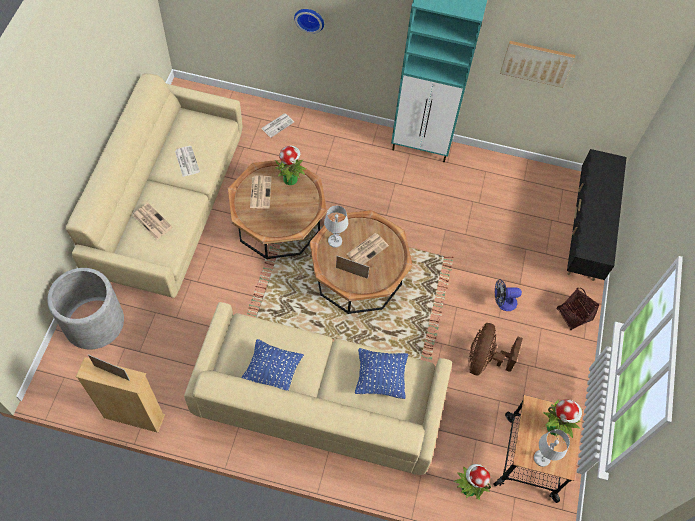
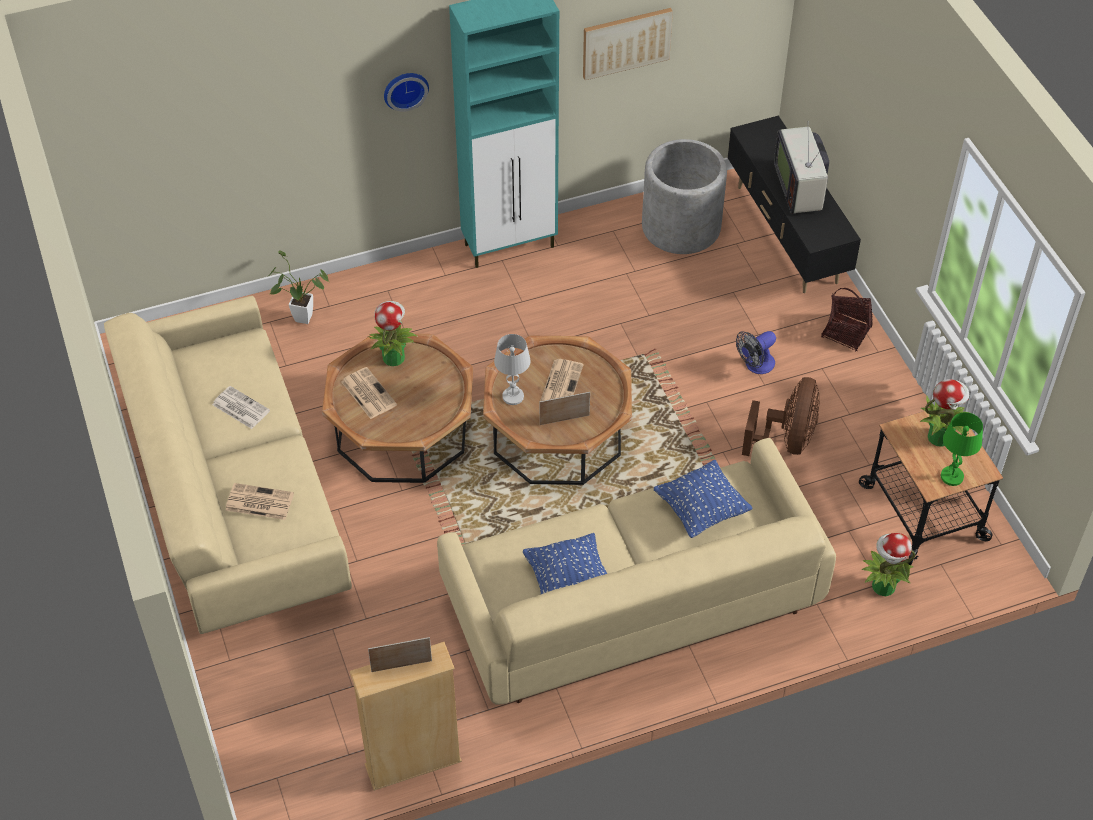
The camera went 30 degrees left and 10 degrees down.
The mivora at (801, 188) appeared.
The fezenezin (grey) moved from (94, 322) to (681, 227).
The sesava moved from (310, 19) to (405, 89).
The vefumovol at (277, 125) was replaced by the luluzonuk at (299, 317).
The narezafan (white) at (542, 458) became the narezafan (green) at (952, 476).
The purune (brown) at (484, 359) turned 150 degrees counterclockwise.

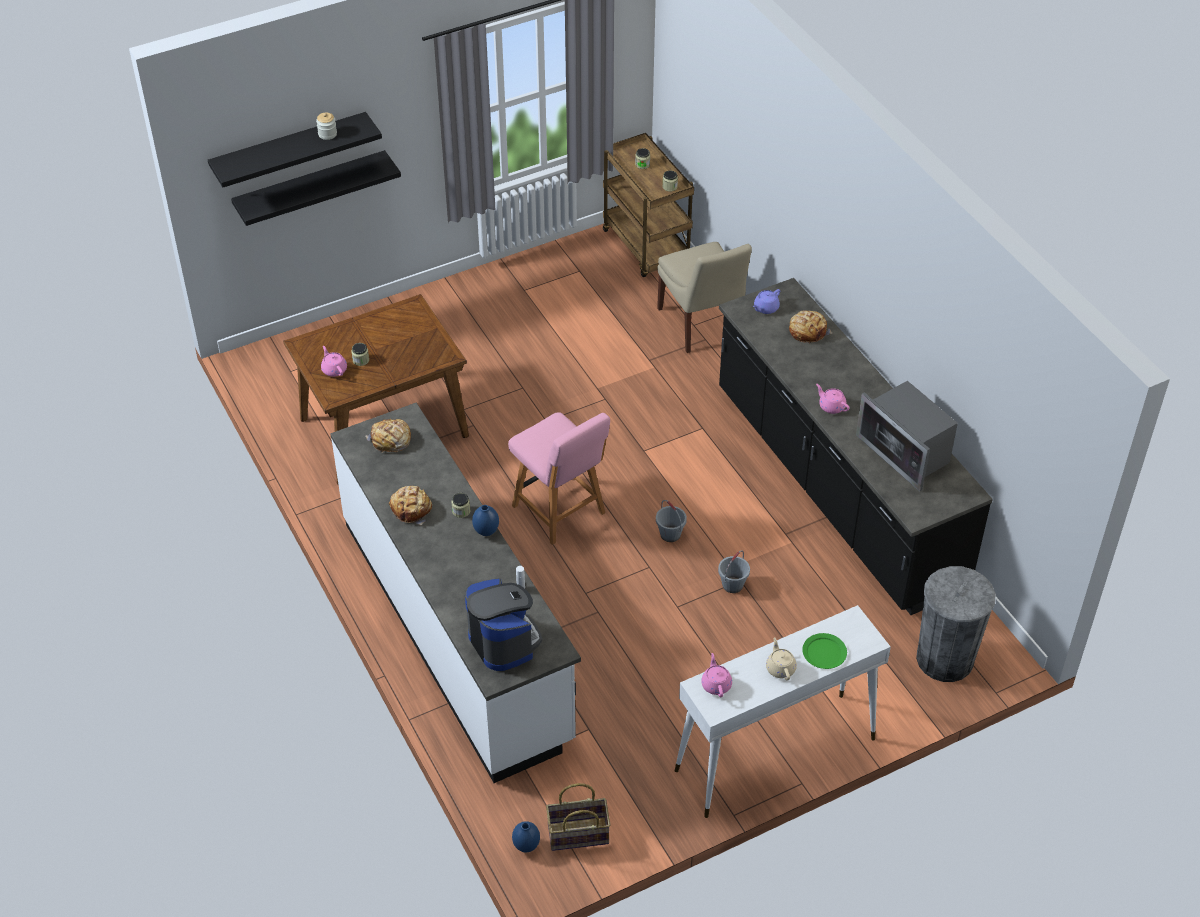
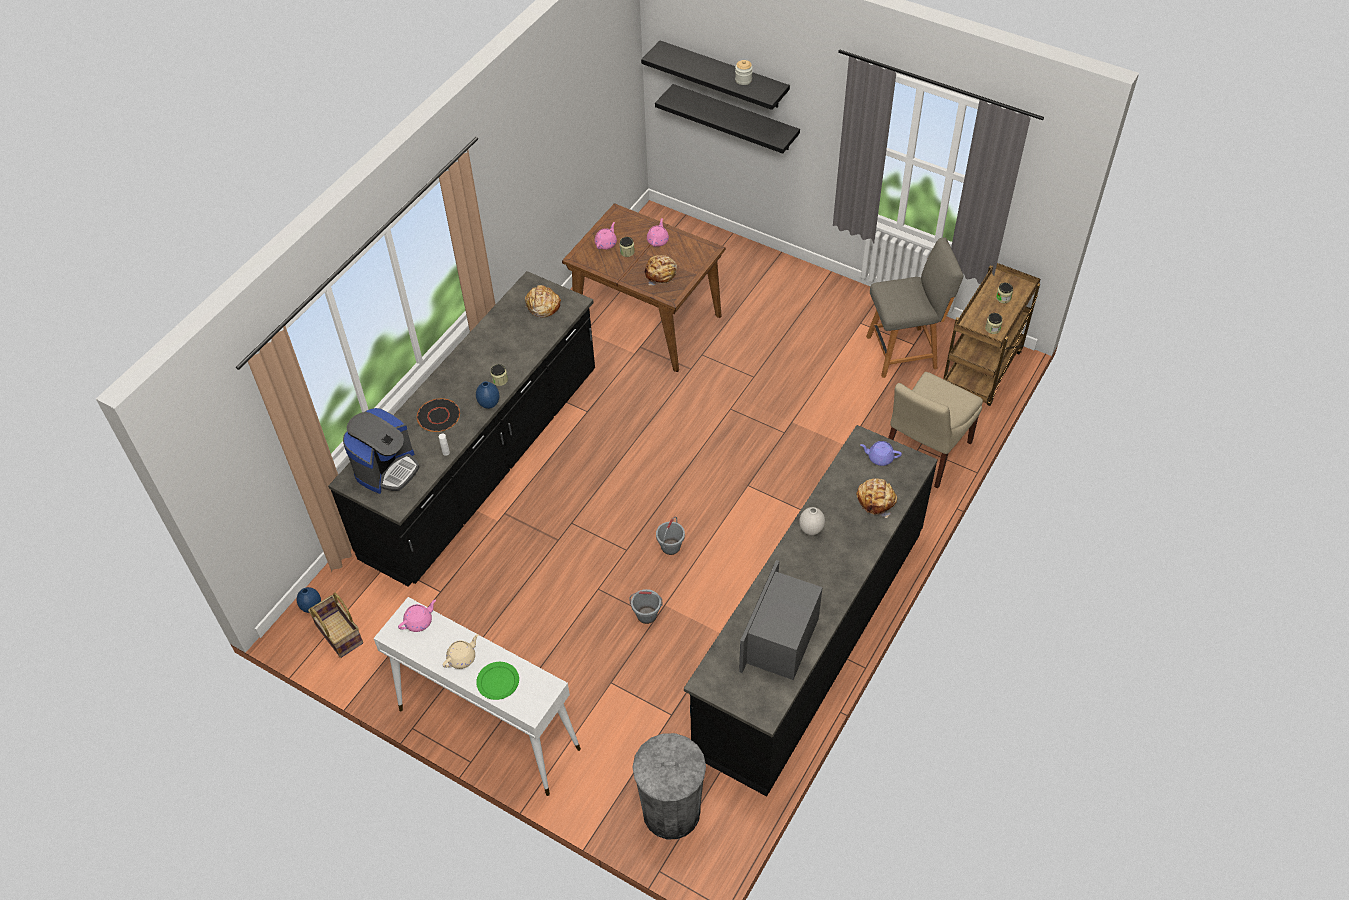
The camera went 60 degrees right and 5 degrees up.
The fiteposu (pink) at (560, 511) disappeared.
The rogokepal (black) at (439, 416) appeared.
The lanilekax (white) at (811, 530) appeared.
The fiteposu (grey) at (904, 352) appeared.
The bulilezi moved from (412, 509) to (661, 274).
The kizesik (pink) moved from (831, 406) to (658, 240).
The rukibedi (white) at (457, 629) became the rukibedi (black) at (484, 464).

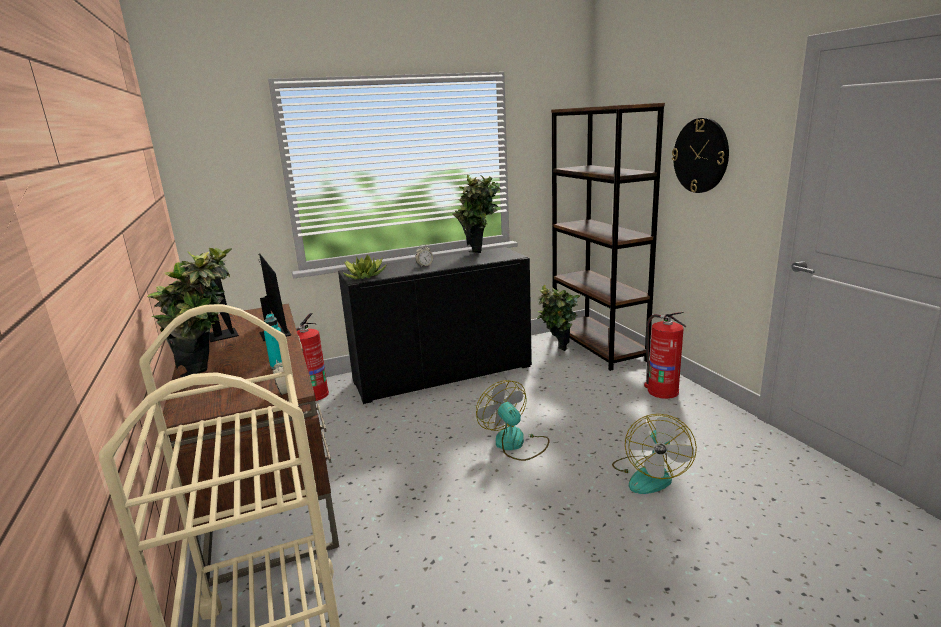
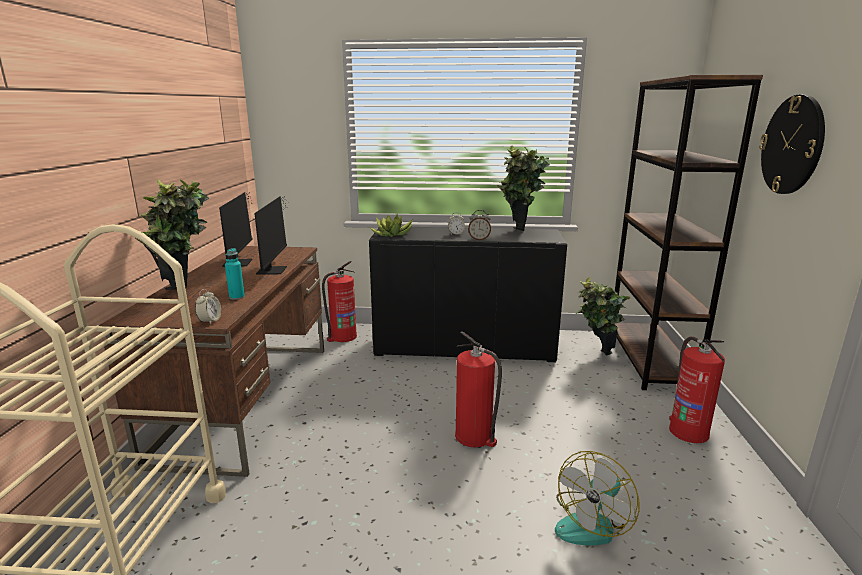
The camera went 25 degrees right and 0 degrees up.
The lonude at (479, 239) appeared.
The purune at (515, 444) was replaced by the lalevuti at (474, 436).

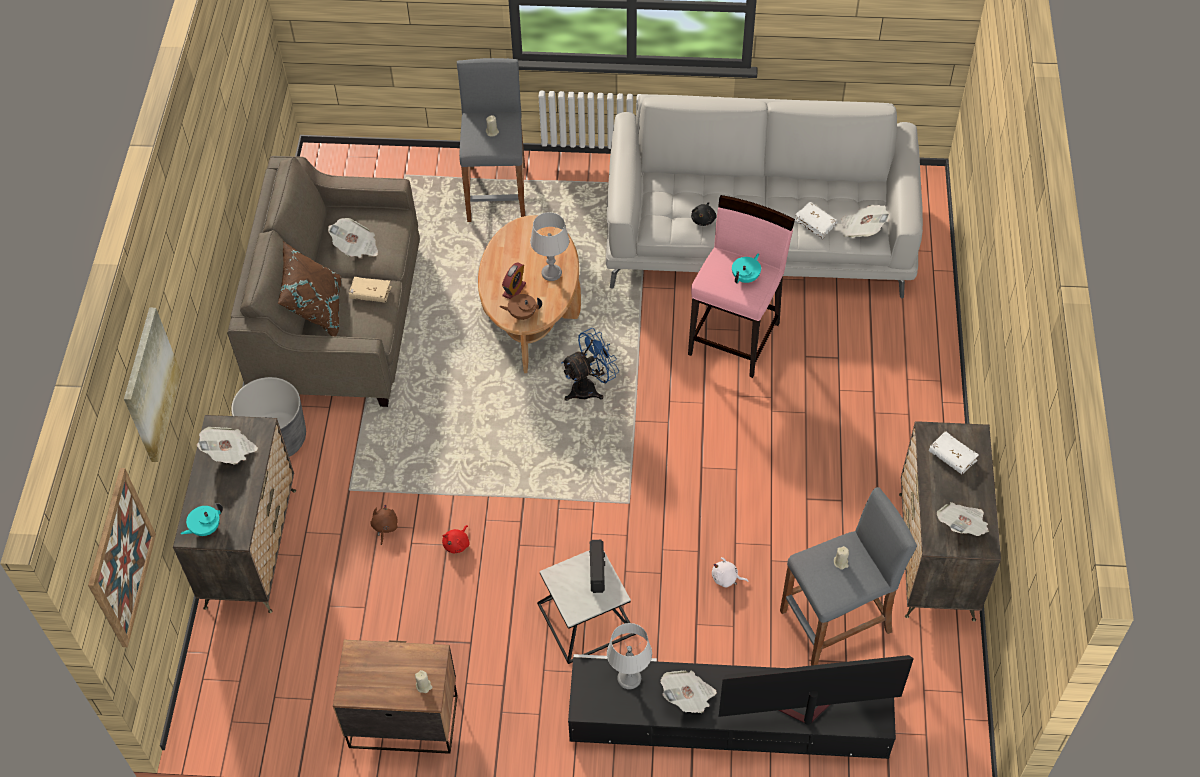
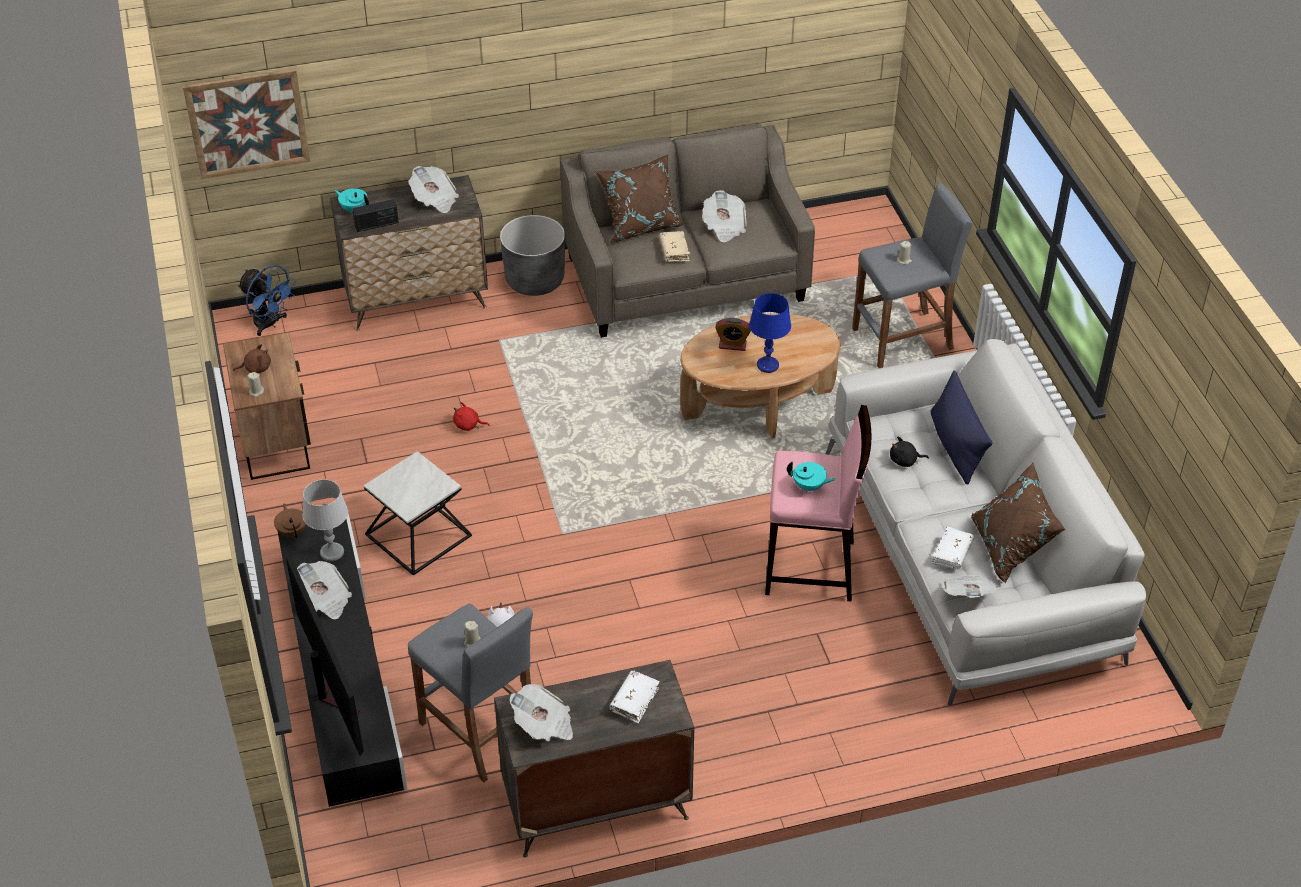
The camera went 70 degrees right and 10 degrees down.
The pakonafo at (150, 385) disappeared.
The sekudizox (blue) at (955, 446) appeared.
The sekudizox (brown) at (1010, 547) appeared.
The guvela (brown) moved from (384, 527) to (256, 368).
The kizesik (brown) moved from (522, 314) to (292, 531).
The purune (blue) moved from (589, 387) to (270, 324).
The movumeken moved from (597, 572) to (376, 225).
The narezafan (grey) at (551, 273) became the narezafan (blue) at (767, 365).

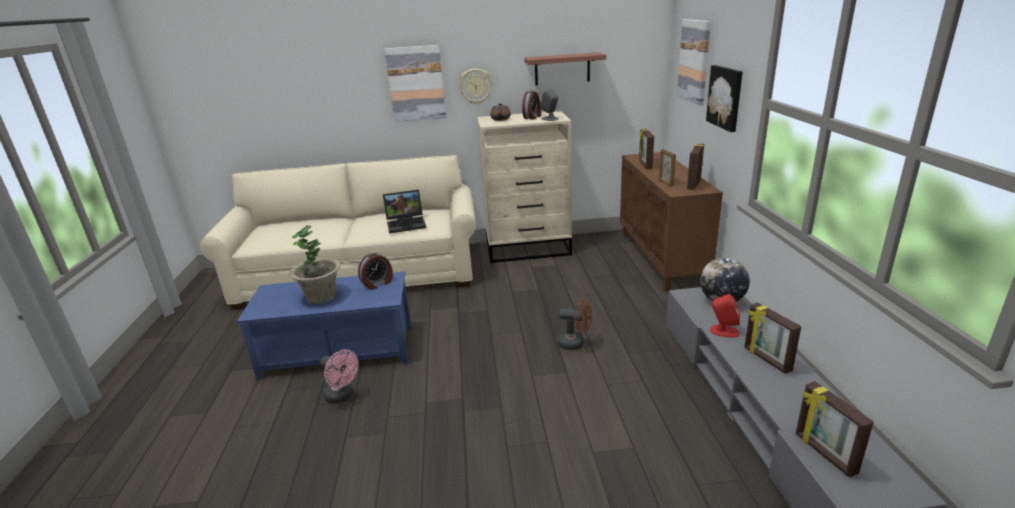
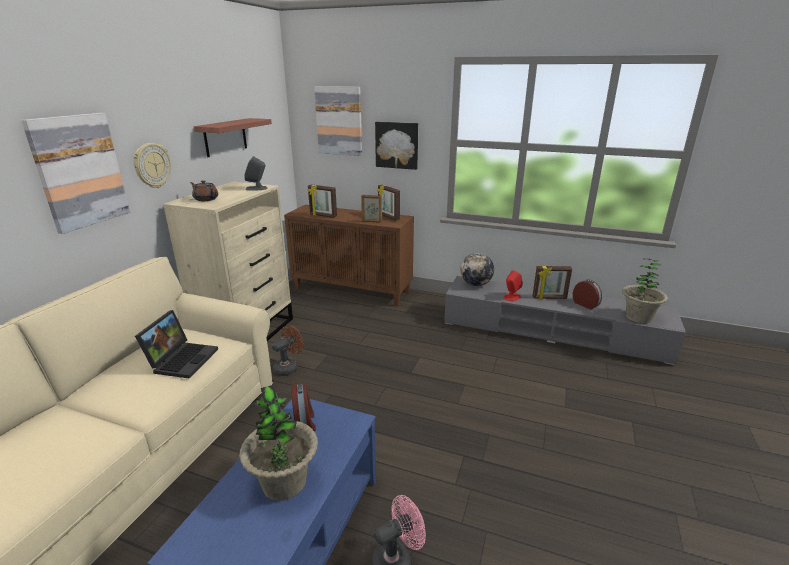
The camera went 65 degrees left and 0 degrees up.
The lonude moved from (532, 117) to (585, 304).
The purune (brown) moved from (575, 343) to (289, 367).
The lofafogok at (824, 454) was replaced by the luluzonuk at (638, 317).

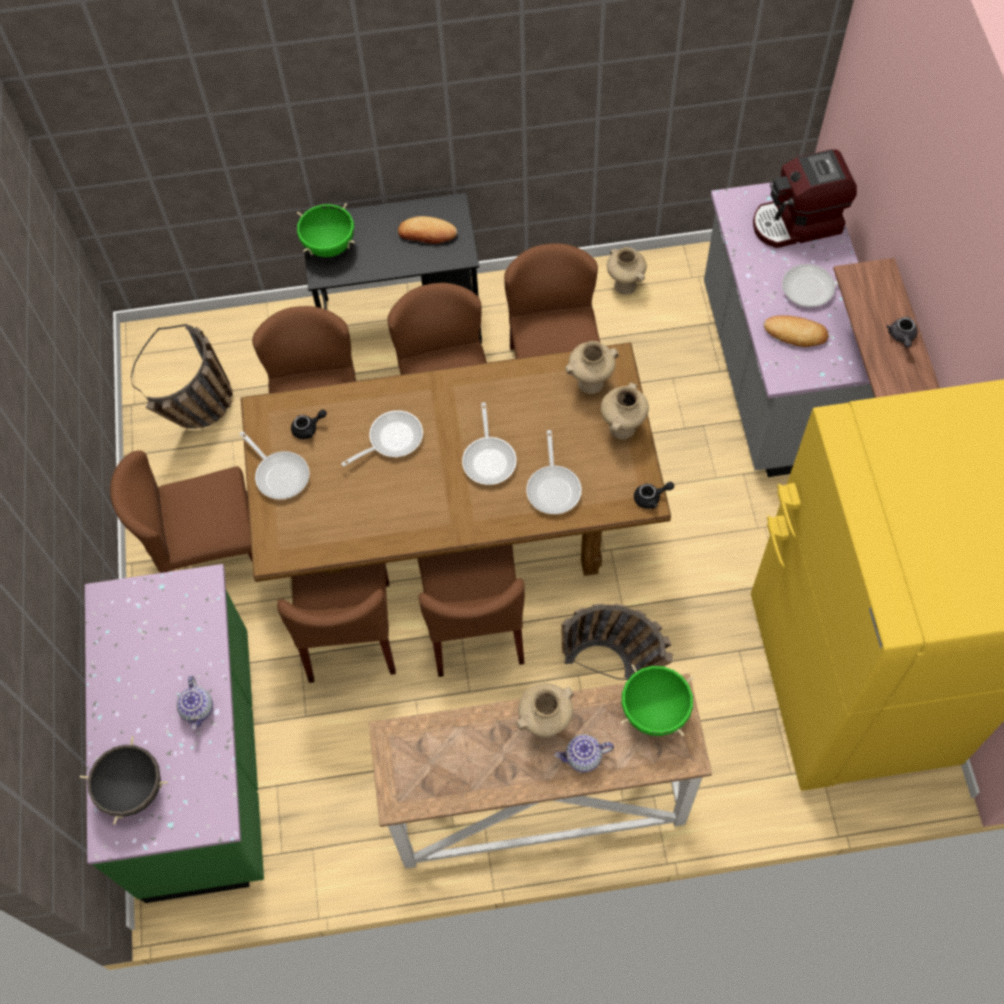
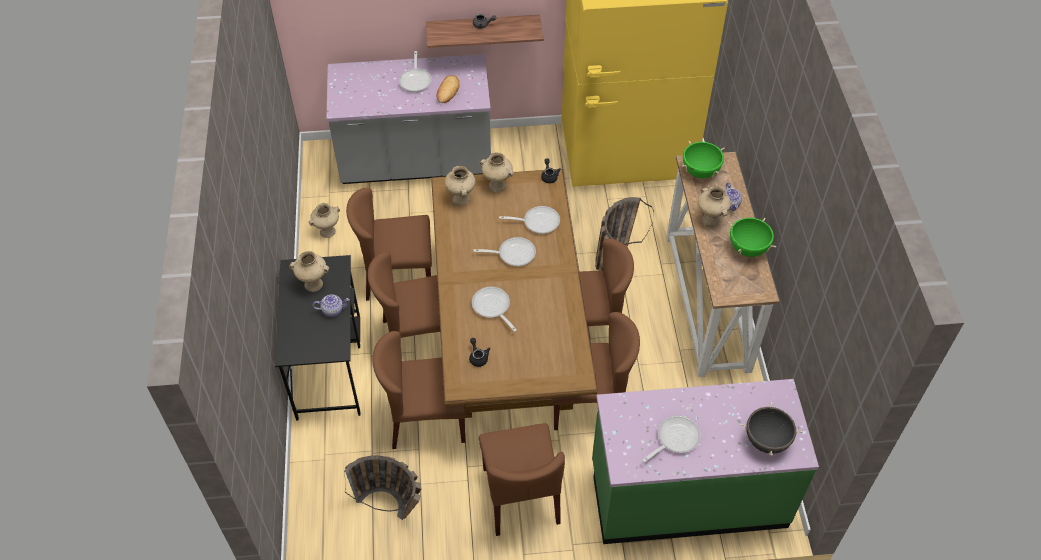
The camera went 90 degrees left and 10 degrees down.
The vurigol at (797, 224) disappeared.
The kizesik moved from (198, 709) to (333, 310).
The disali moved from (280, 474) to (674, 438).
The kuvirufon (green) moved from (329, 246) to (748, 249).
The bulilezi at (427, 234) was replaced by the lanilekax (beige) at (314, 284).

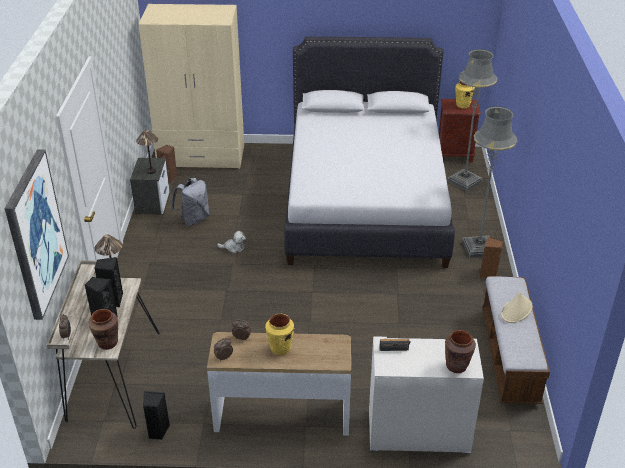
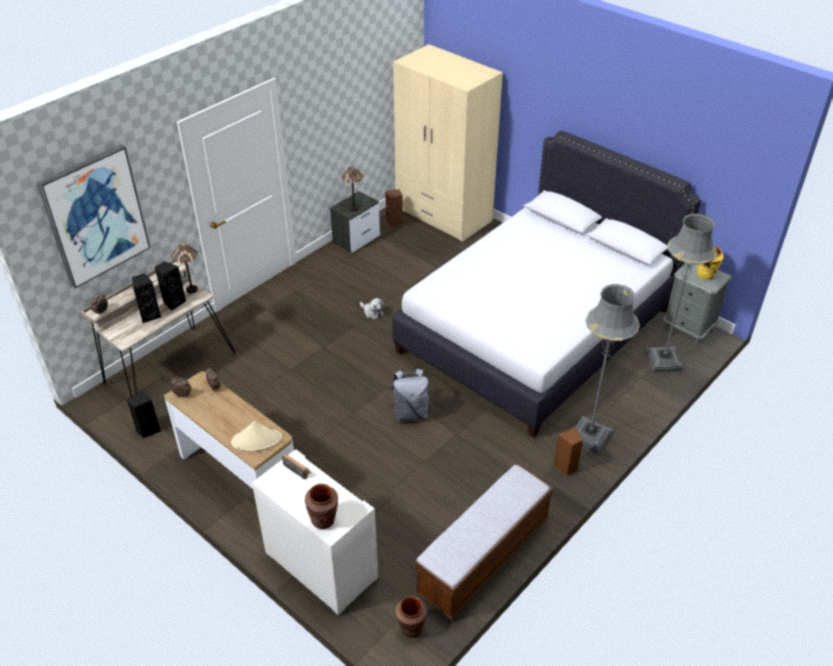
The camera went 40 degrees right and 5 degrees up.
The lanilekax (yellow) at (280, 348) disappeared.
The lanilekax (brown) moved from (107, 343) to (411, 628).
The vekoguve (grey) moved from (193, 219) to (410, 413).
The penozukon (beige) moved from (516, 311) to (257, 440).
The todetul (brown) at (455, 155) became the todetul (grey) at (687, 329).

